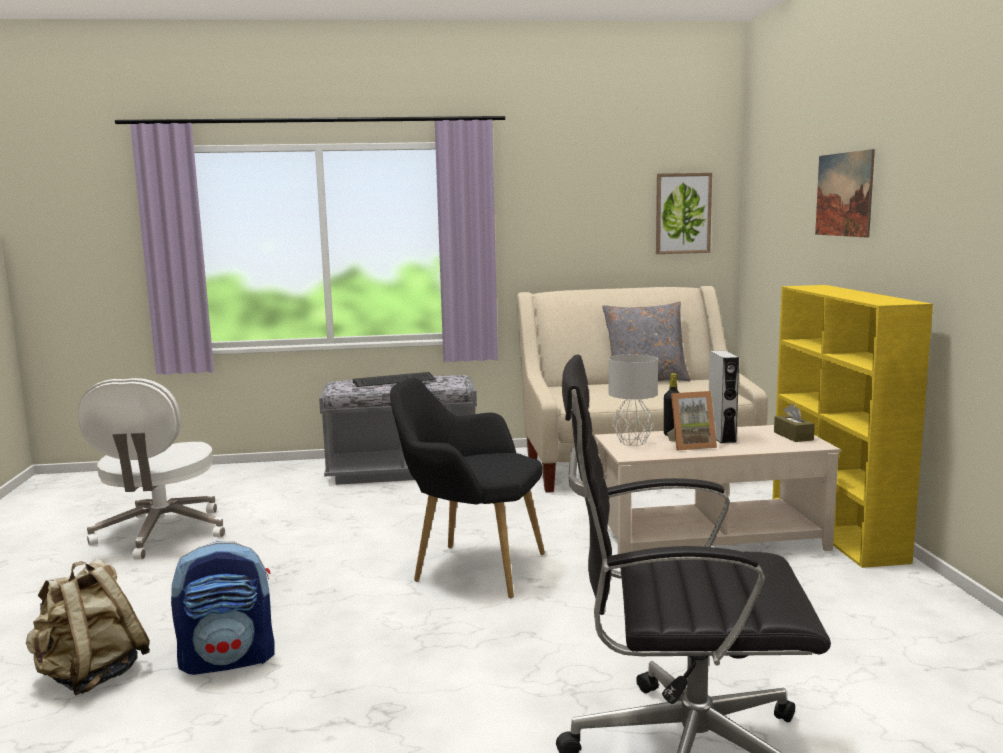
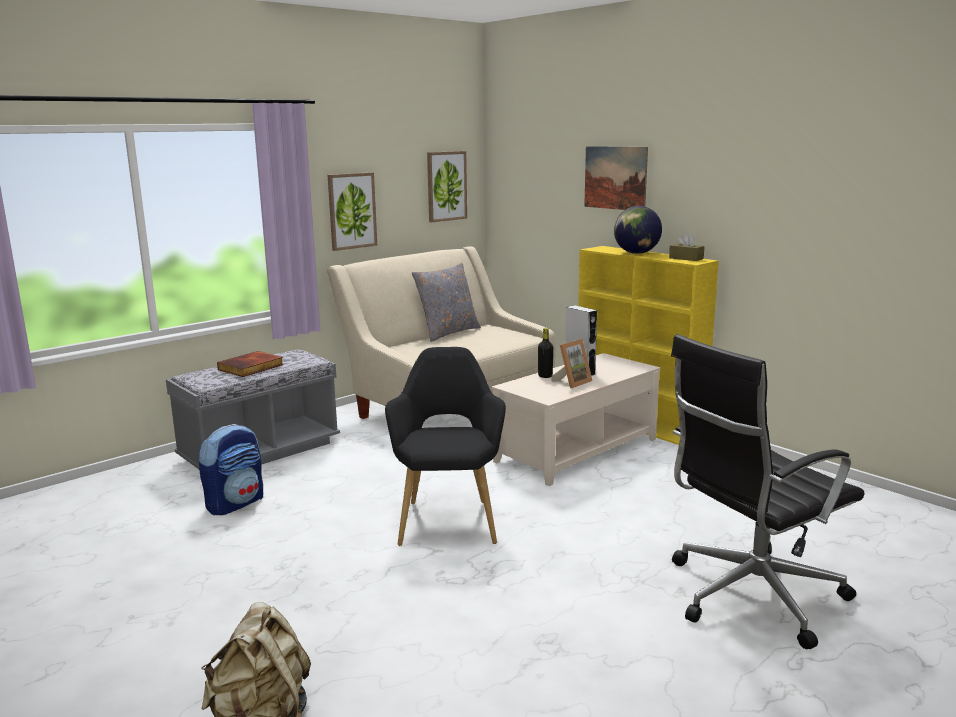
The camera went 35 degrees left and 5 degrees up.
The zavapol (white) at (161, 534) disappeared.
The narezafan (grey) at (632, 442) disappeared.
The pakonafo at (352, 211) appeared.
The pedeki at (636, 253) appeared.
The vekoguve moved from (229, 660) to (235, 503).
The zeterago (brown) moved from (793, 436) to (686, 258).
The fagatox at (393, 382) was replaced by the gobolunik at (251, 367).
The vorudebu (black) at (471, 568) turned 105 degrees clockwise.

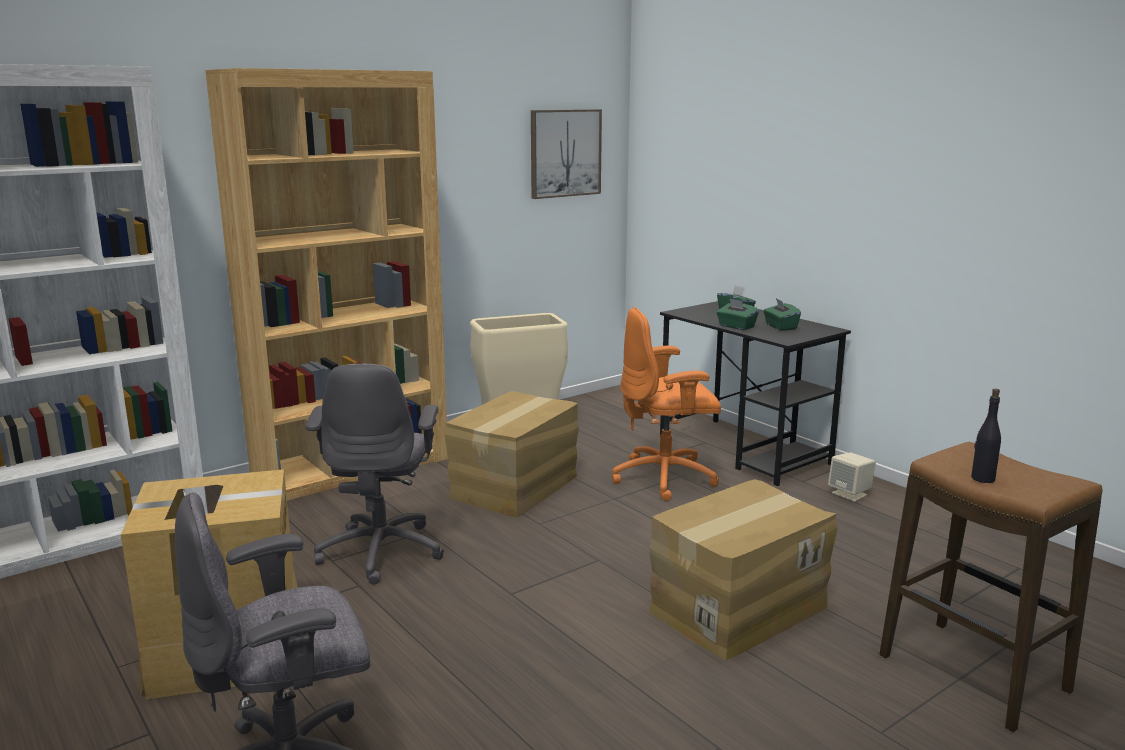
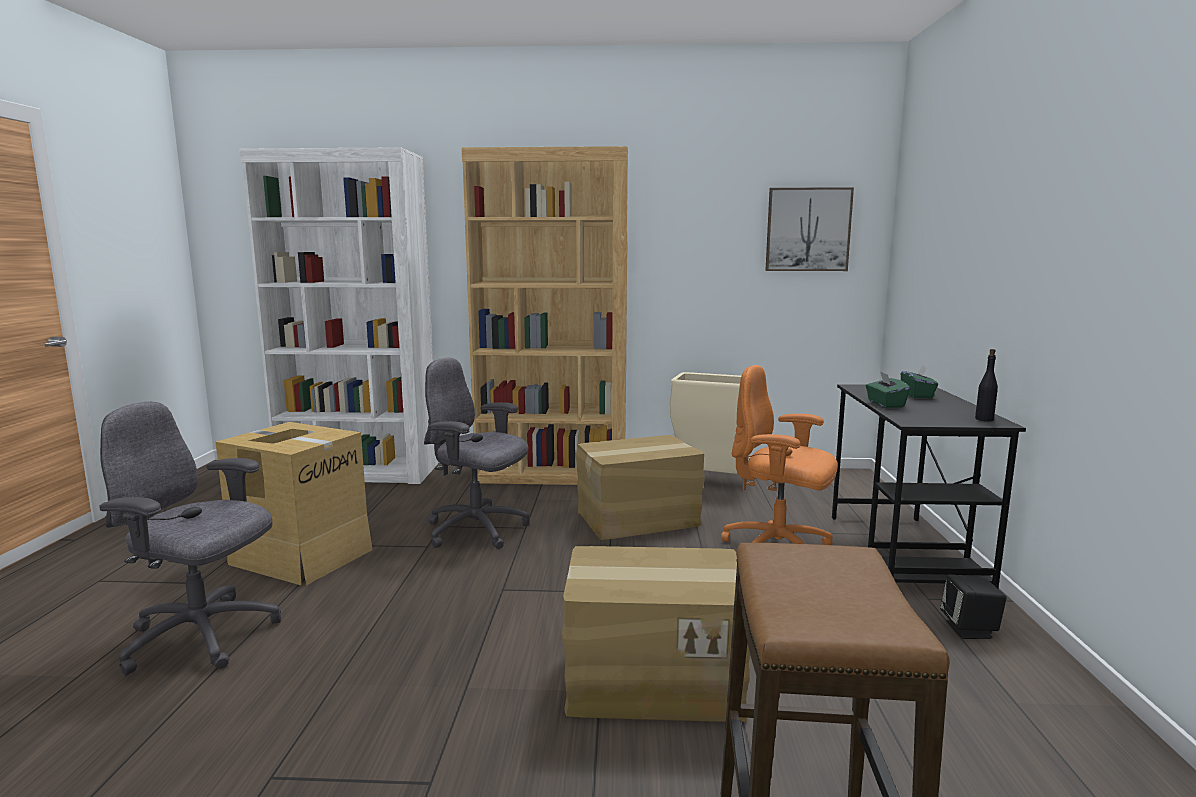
The camera went 40 degrees right and 5 degrees down.
The zeterago (green) at (780, 327) disappeared.
The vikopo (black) moved from (982, 478) to (984, 419).
The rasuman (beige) at (850, 494) became the rasuman (black) at (969, 630).
The zavapol (grey) at (382, 551) turned 75 degrees clockwise.

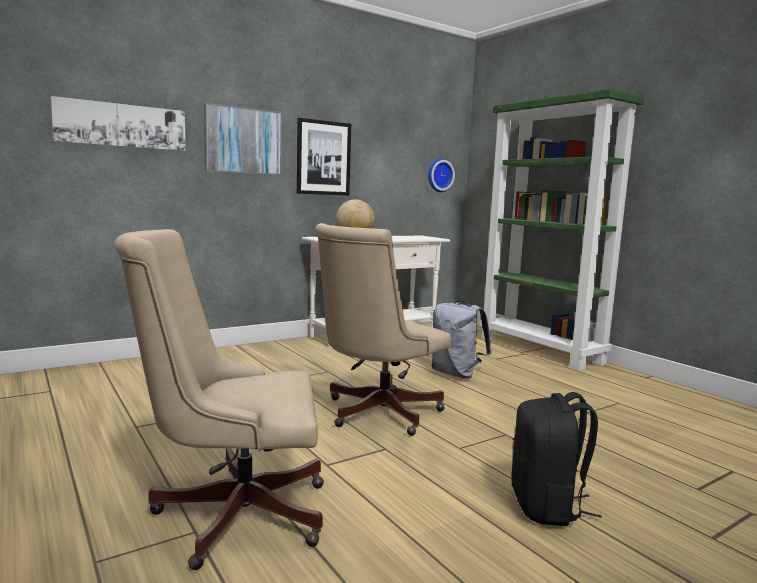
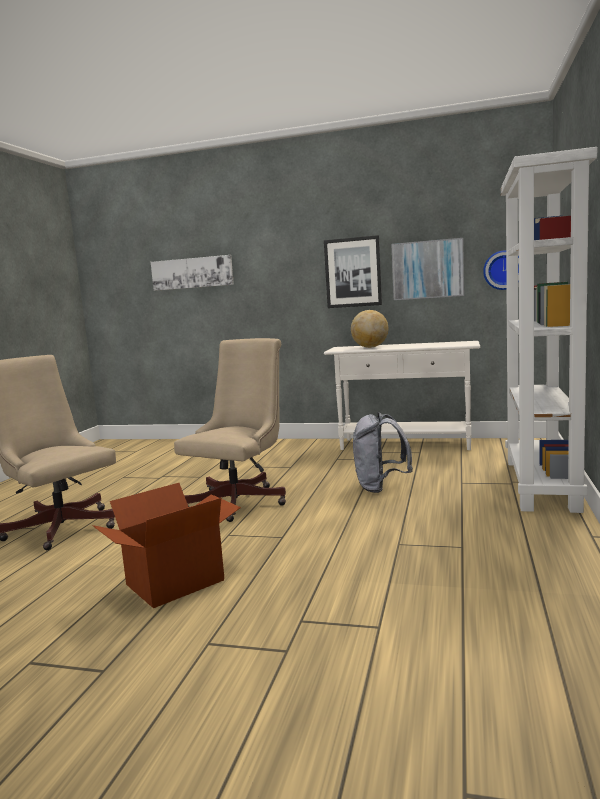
The camera went 50 degrees right and 0 degrees up.
The pakonafo moved from (243, 141) to (427, 269).
The vekoguve (black) at (547, 507) was replaced by the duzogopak at (174, 582).
The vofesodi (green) at (541, 351) became the vofesodi (white) at (542, 484).
The zavapol (beige) at (376, 414) turned 120 degrees clockwise.

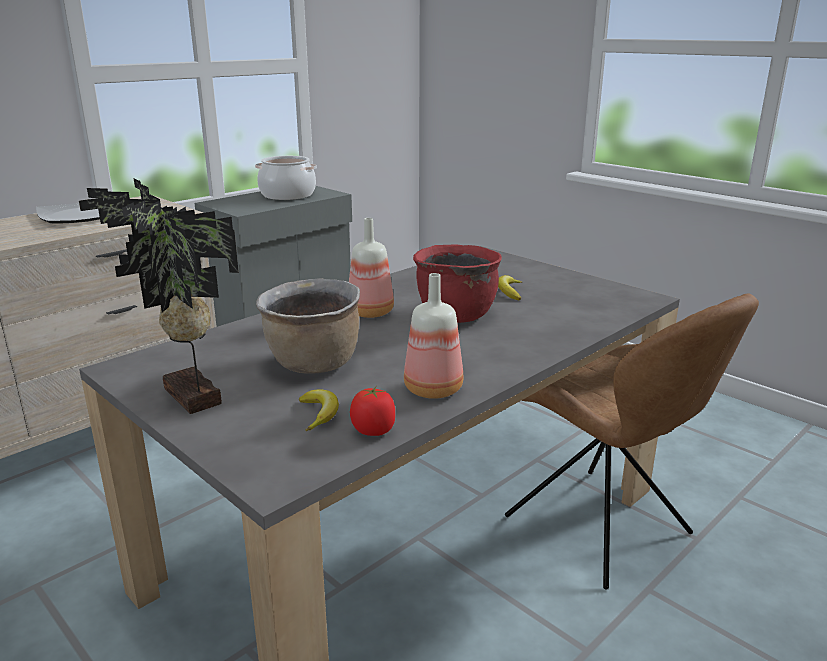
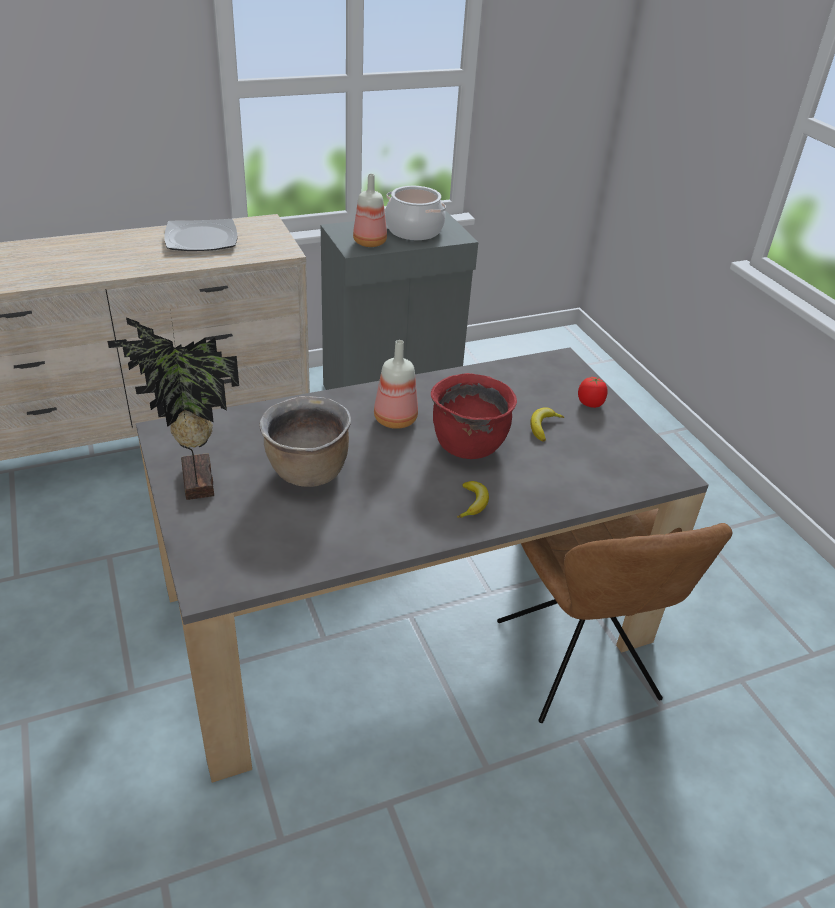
The camera went 20 degrees right and 15 degrees up.
The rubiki moved from (319, 414) to (473, 503).
The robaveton moved from (373, 431) to (590, 403).
The vikopo moved from (432, 389) to (369, 242).

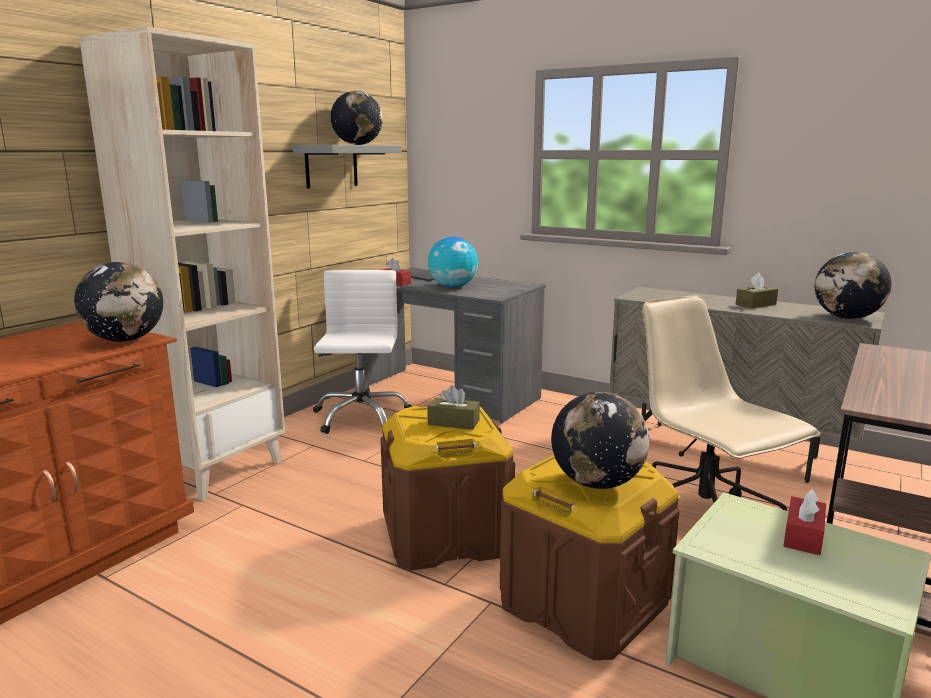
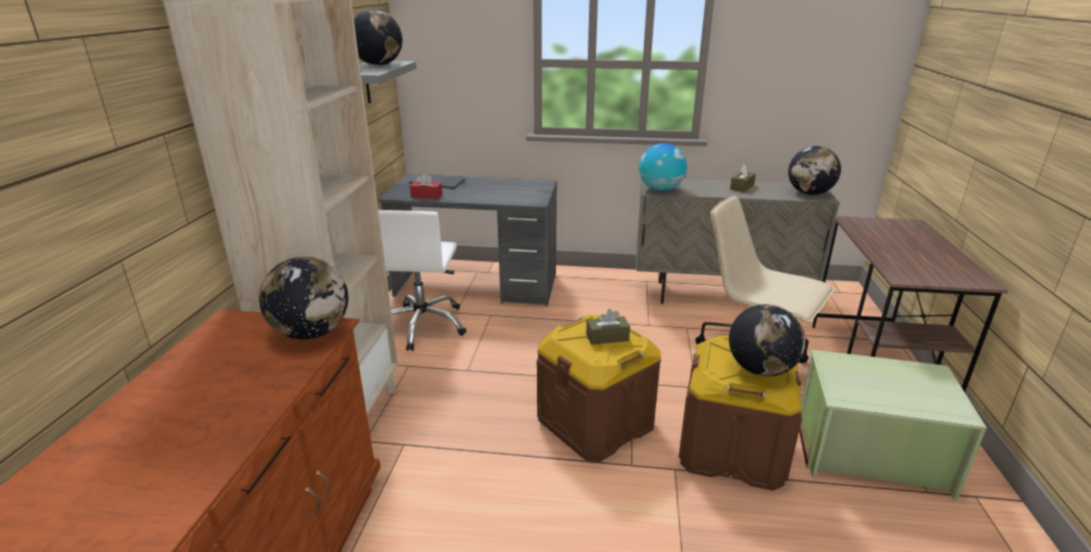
The camera went 25 degrees left and 10 degrees up.
The zeterago (red) at (803, 536) disappeared.
The pedeki moved from (453, 287) to (660, 190).
The zavapol (white) at (360, 416) turned 150 degrees counterclockwise.

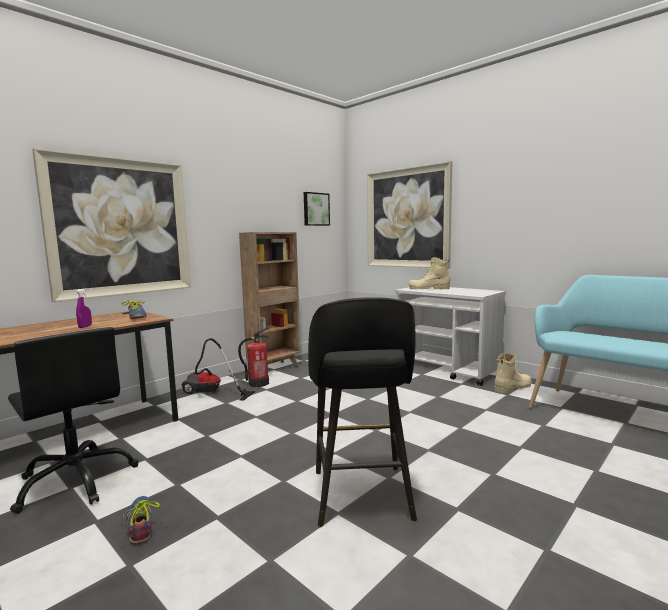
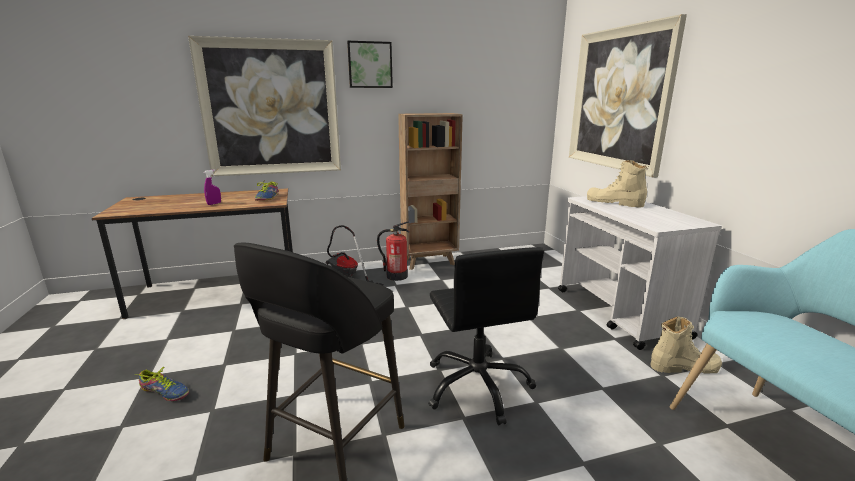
The camera went 30 degrees right and 10 degrees up.
The zavapol (black) moved from (76, 480) to (478, 386).
The pakonafo moved from (315, 209) to (370, 65).
The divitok at (140, 524) turned 105 degrees clockwise.

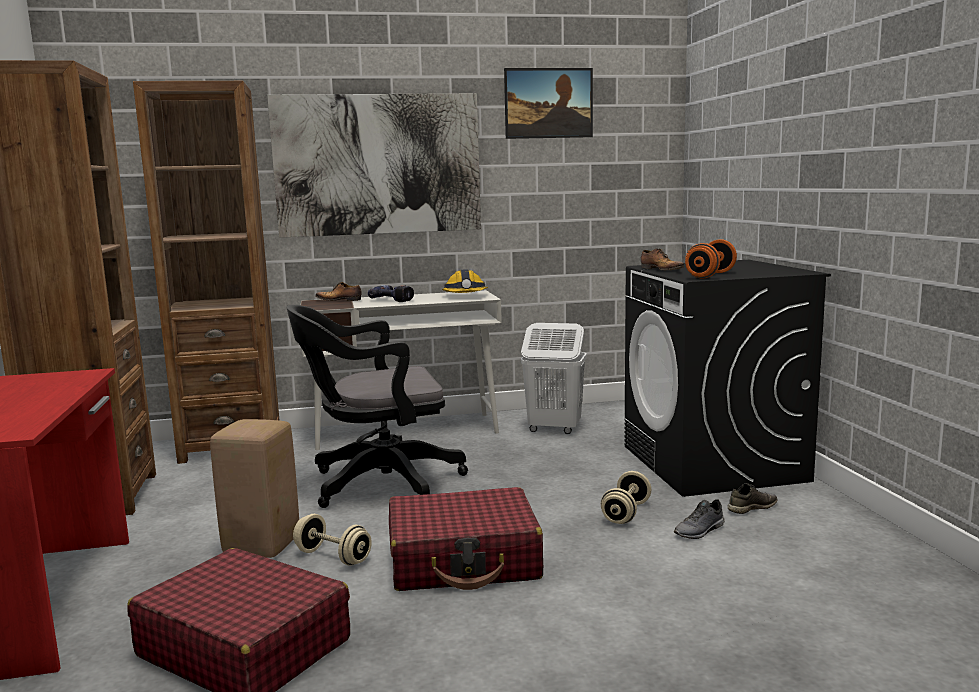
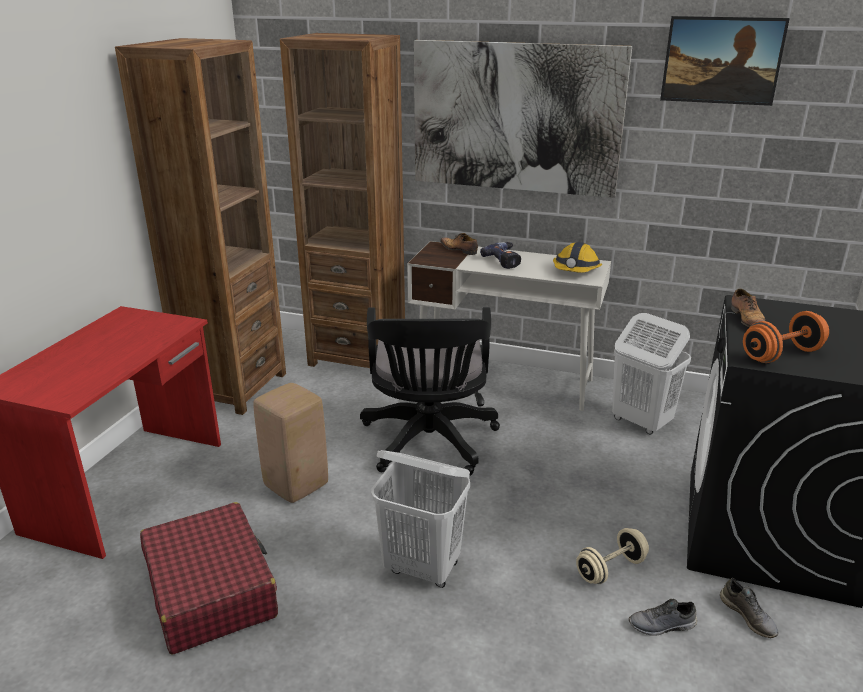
The camera went 30 degrees right and 15 degrees up.
The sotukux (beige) at (333, 557) disappeared.
The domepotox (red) at (464, 560) was replaced by the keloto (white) at (422, 568).
The zavapol (black) at (378, 484) turned 105 degrees counterclockwise.
The divitok (grey) at (751, 507) turned 60 degrees clockwise.

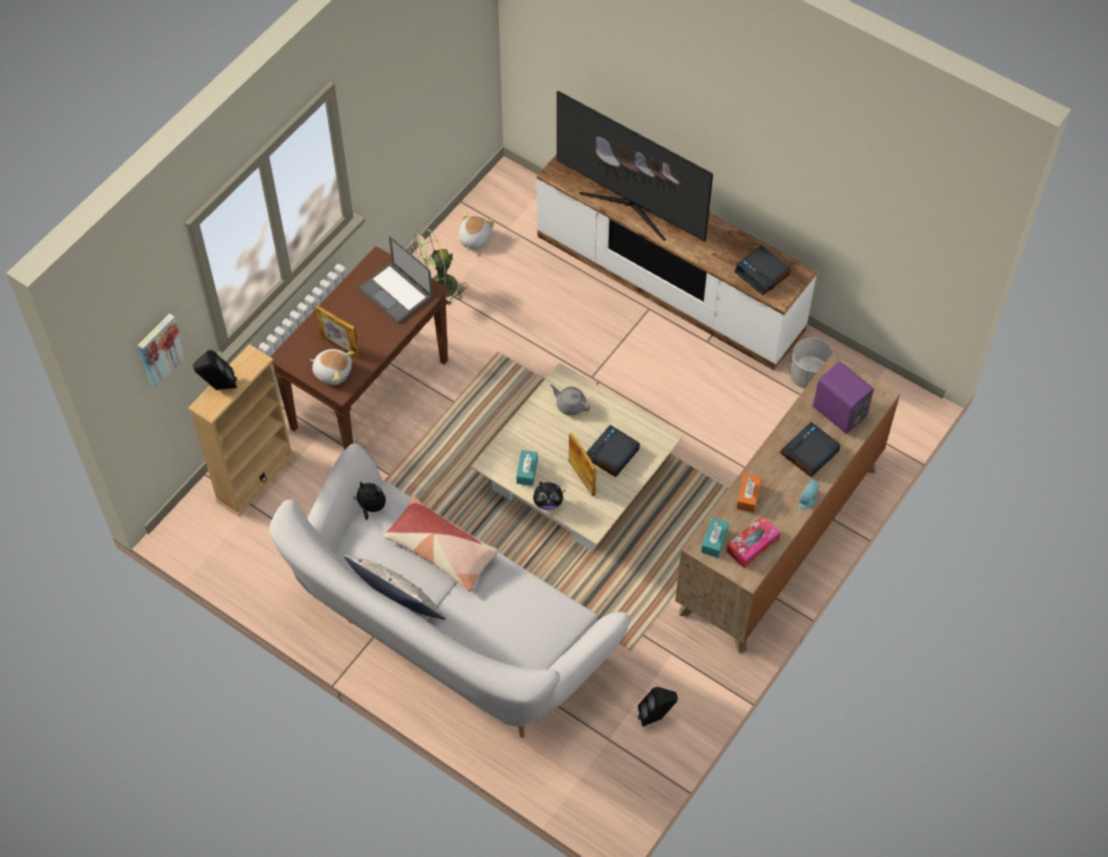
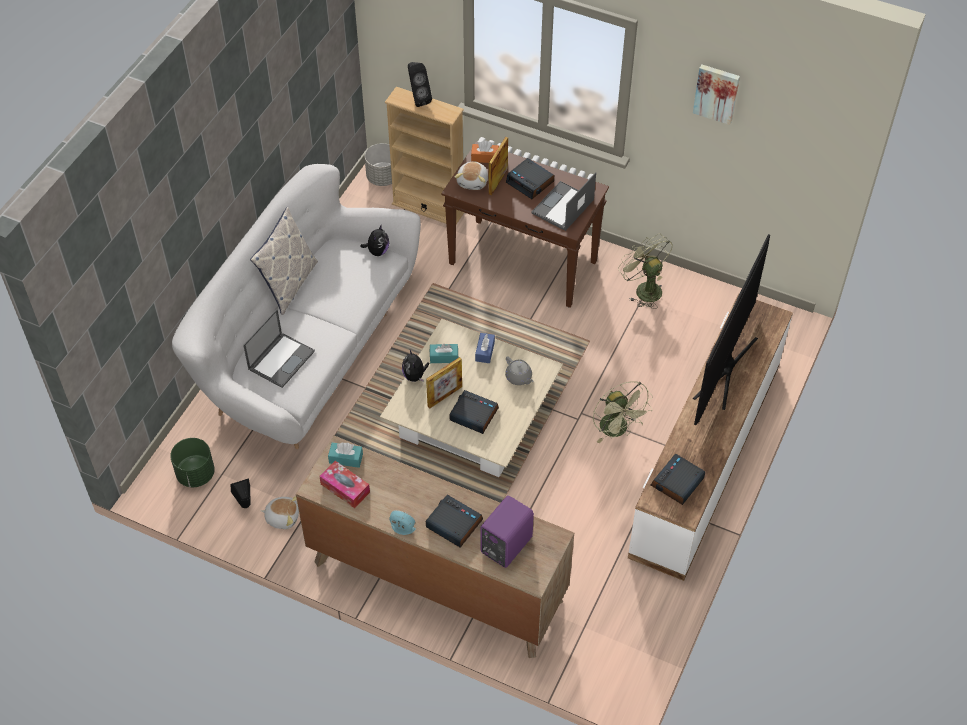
The camera went 80 degrees right and 5 degrees down.
The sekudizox at (442, 550) disappeared.
The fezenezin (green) at (196, 474) appeared.
The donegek at (281, 359) appeared.
The zeterago (blue) at (485, 351) appeared.
The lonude at (530, 182) appeared.
The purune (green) at (618, 430) appeared.
The pakonafo moved from (159, 349) to (716, 93).
The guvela moved from (474, 239) to (282, 517).
The zeterago (orange) moved from (748, 496) to (485, 157).
The fezenezin (grey) moved from (809, 376) to (383, 177).
The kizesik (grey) at (570, 405) turned 120 degrees clockwise.

